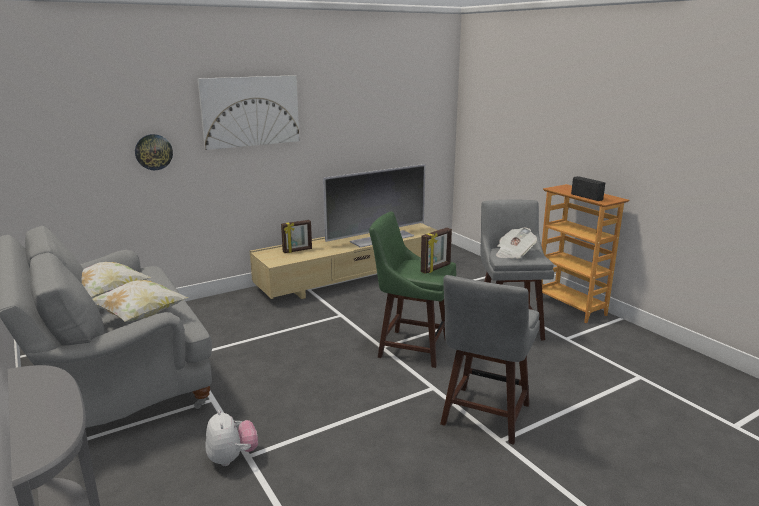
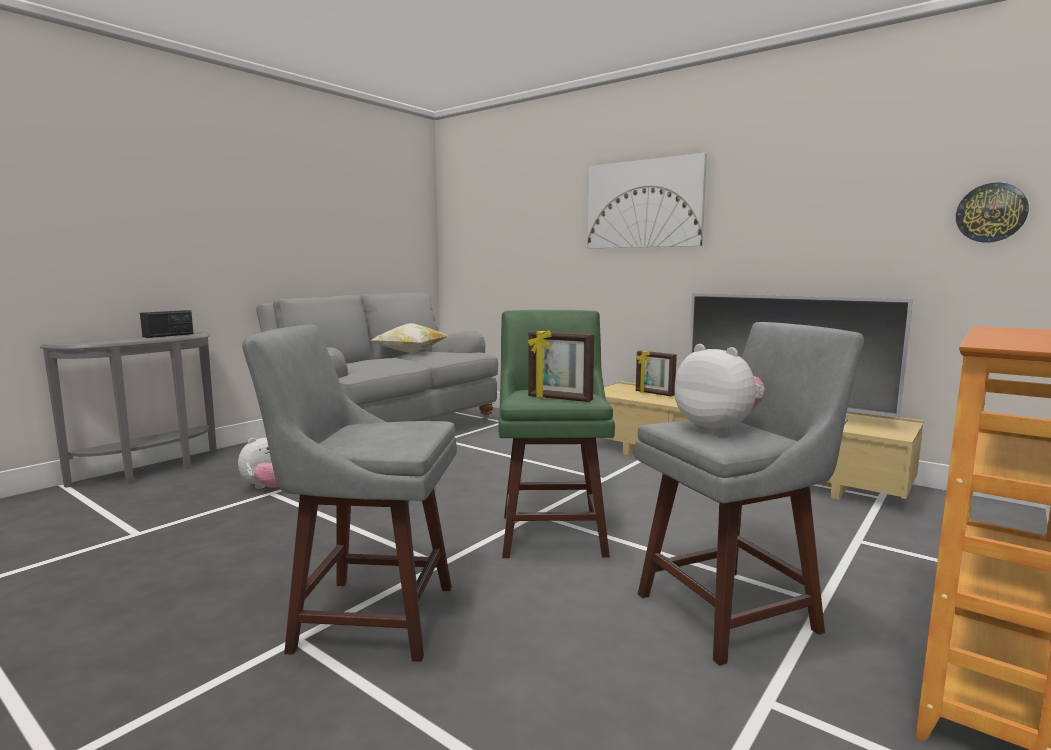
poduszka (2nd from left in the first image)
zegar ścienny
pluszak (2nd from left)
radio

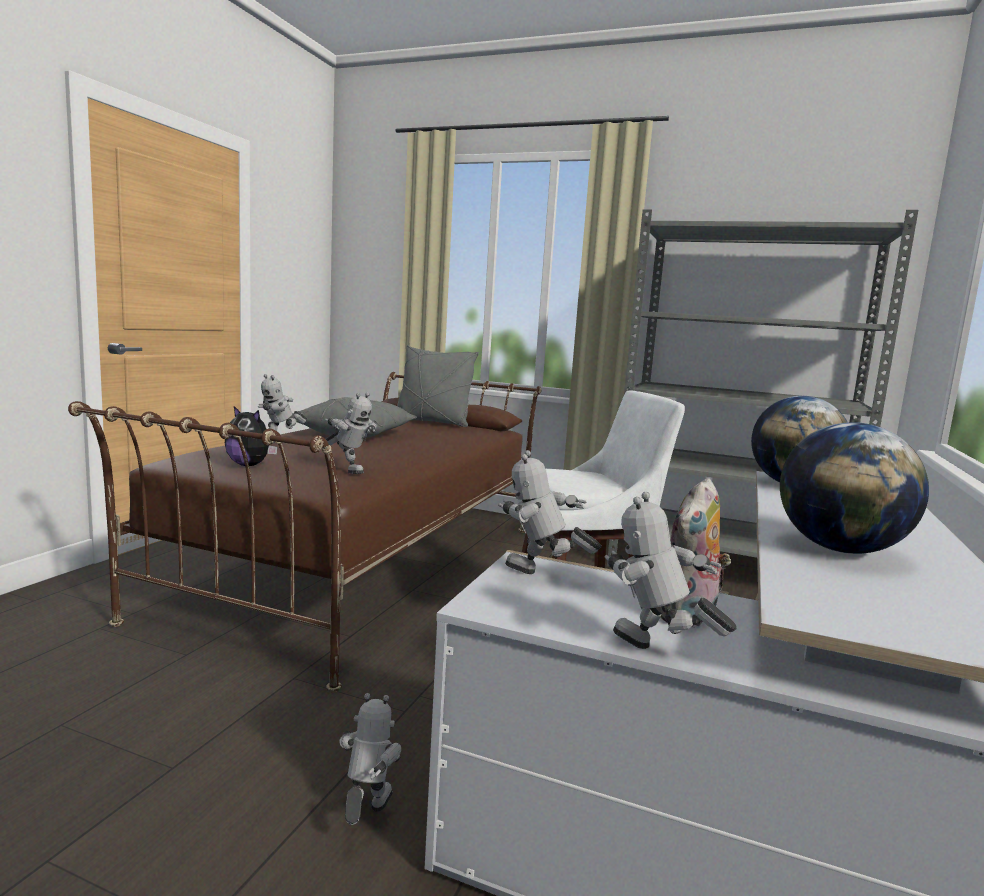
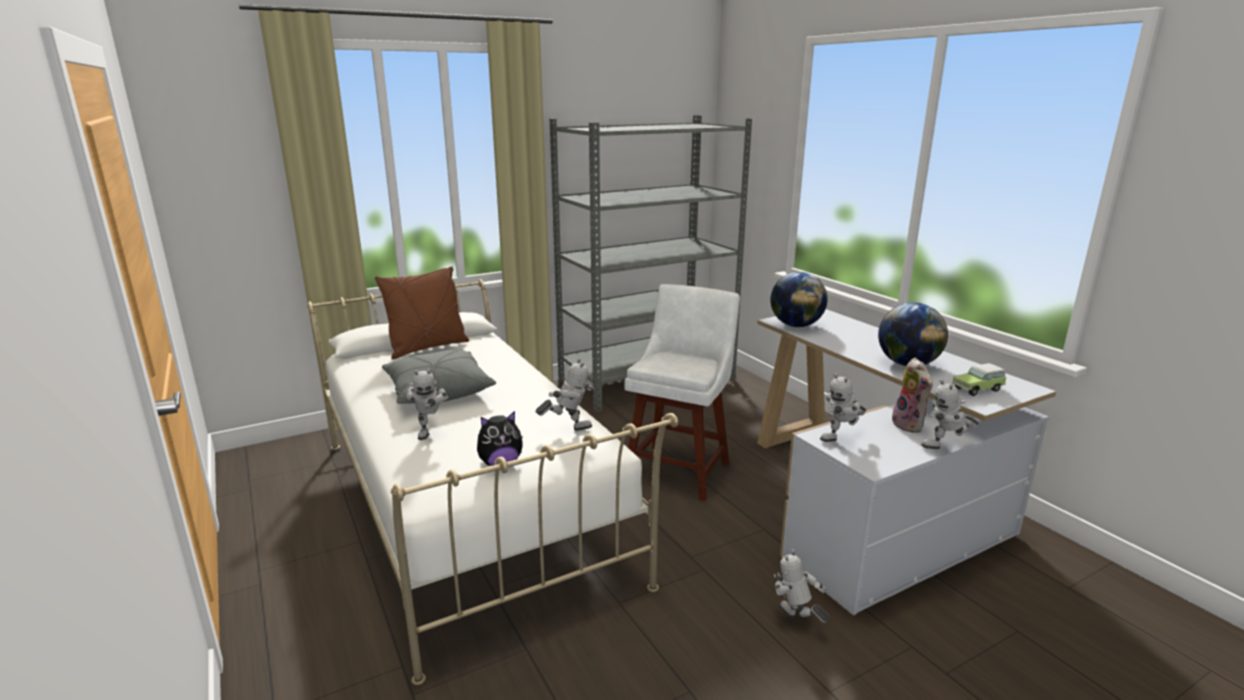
łóżko/biały
poduszka/brązowy
samochodzik

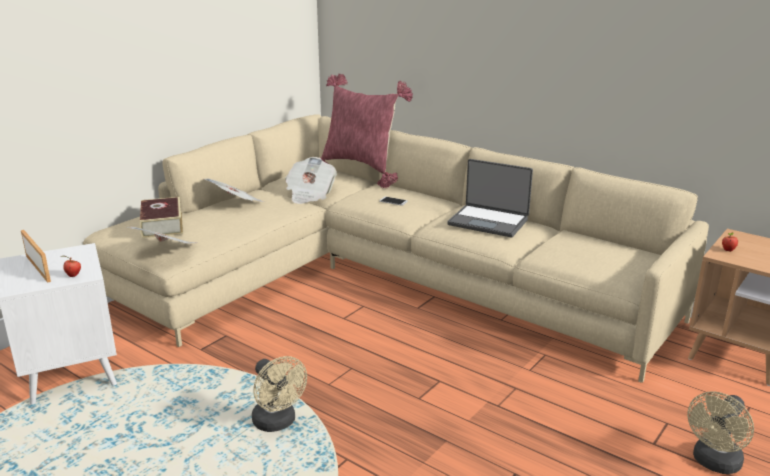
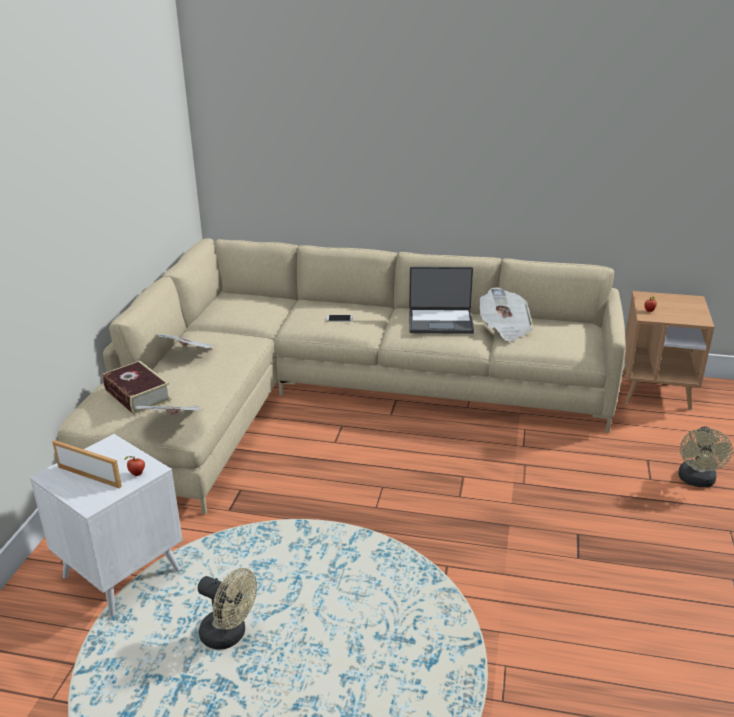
wentylator/beżowy (1st from left)
gazeta (3rd from left)
poduszka/czerwony

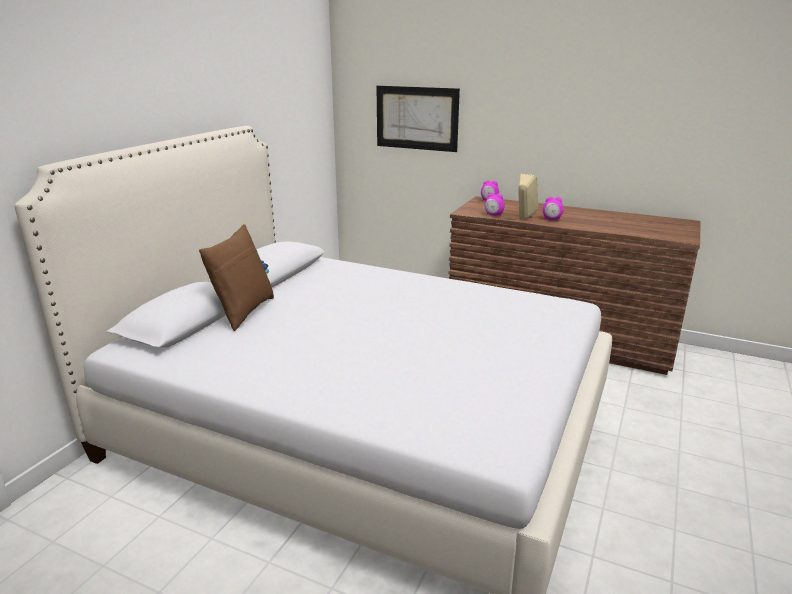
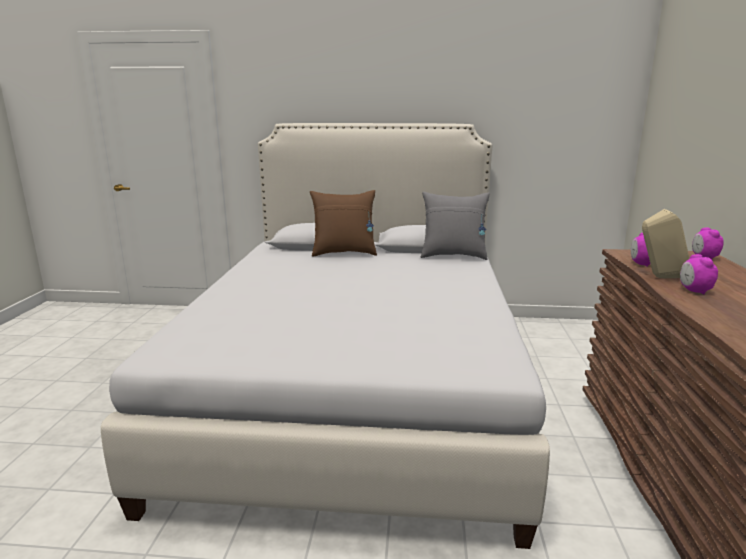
obraz
poduszka/szary

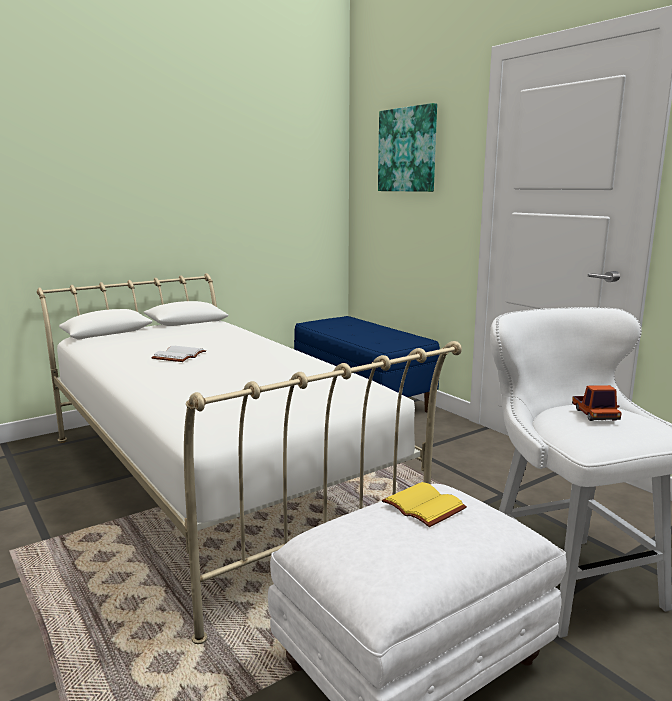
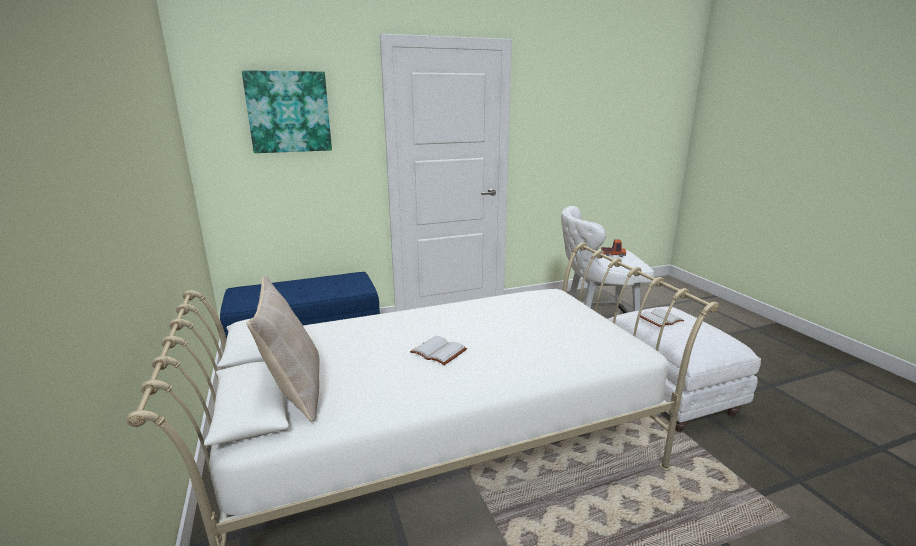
książka/biały (2nd from left)
poduszka/beżowy

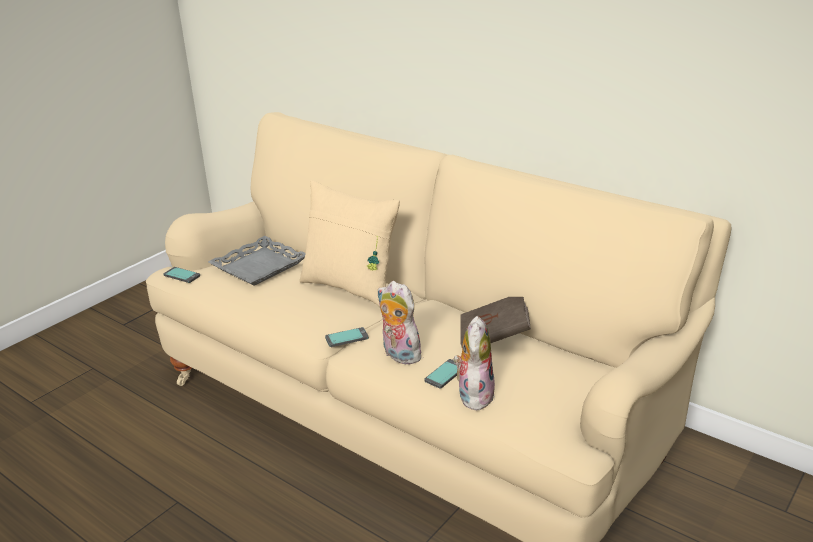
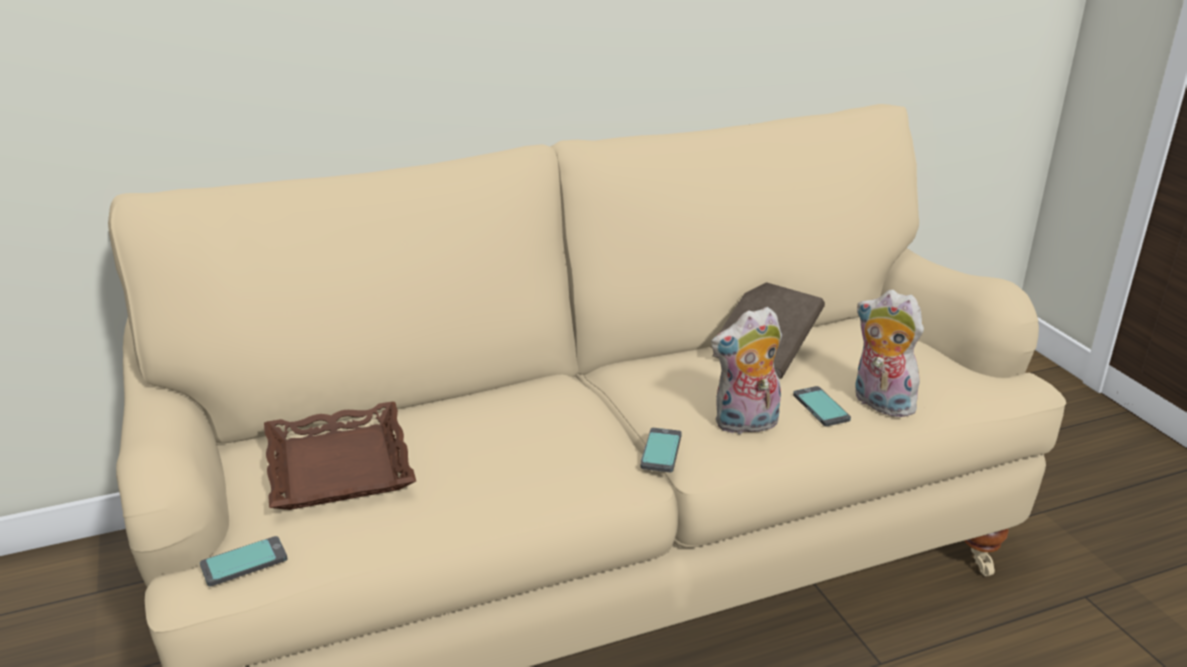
taca/brązowy
poduszka/beżowy

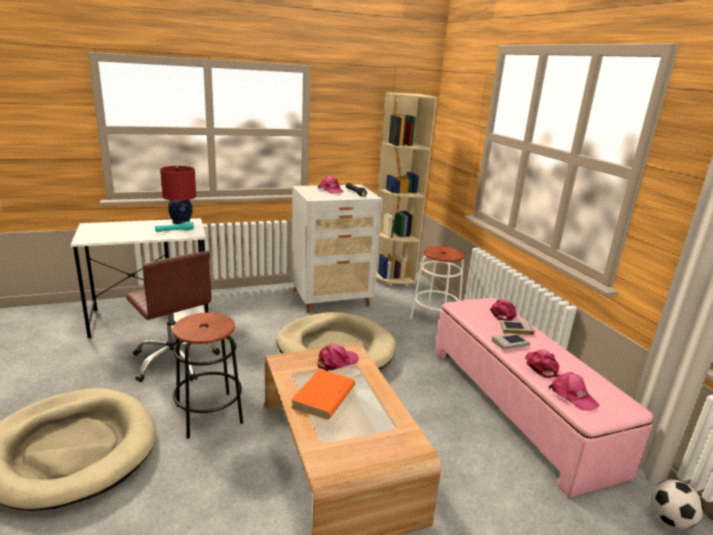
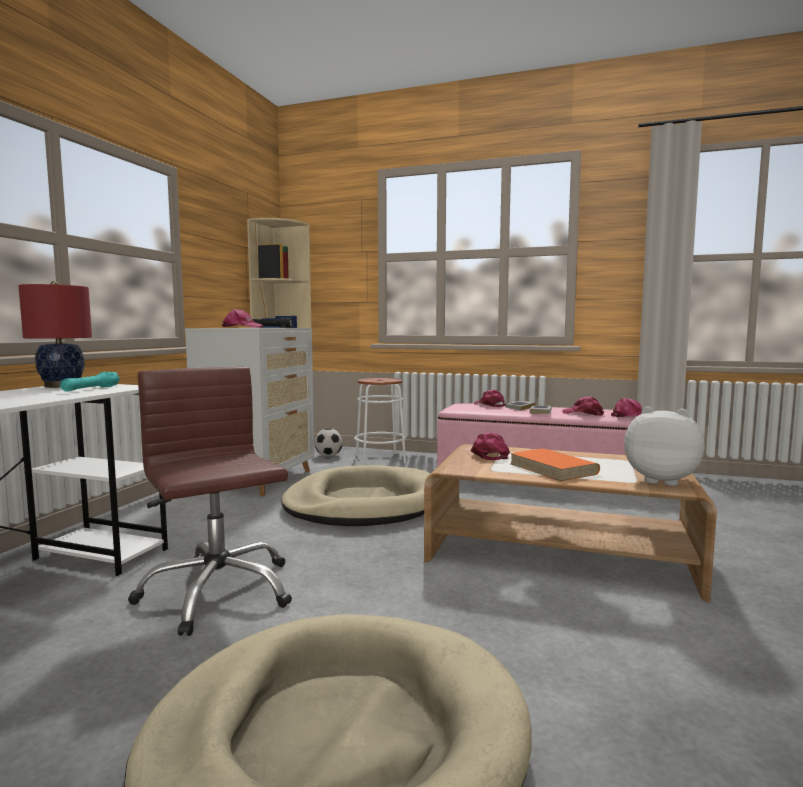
krzesło biurowe/brązowy
stołek/czarny
piłka futbolowa
pluszak

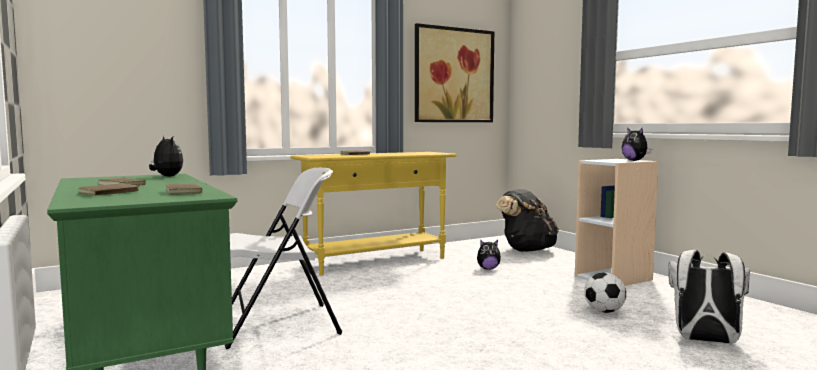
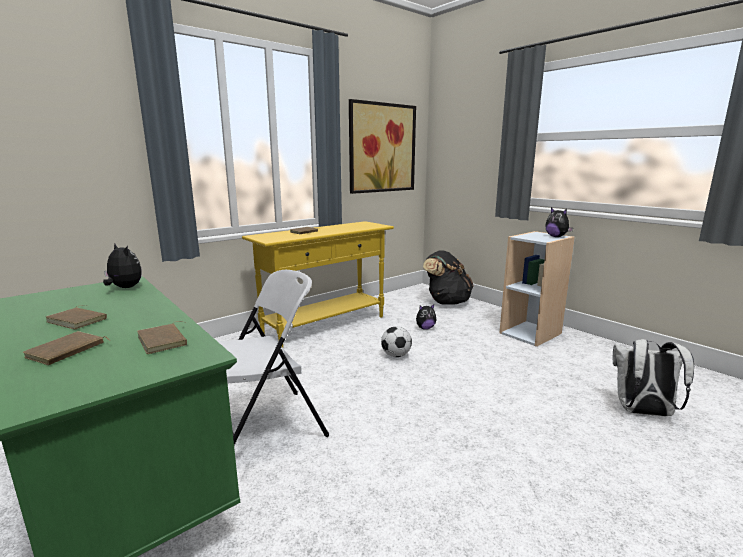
piłka futbolowa

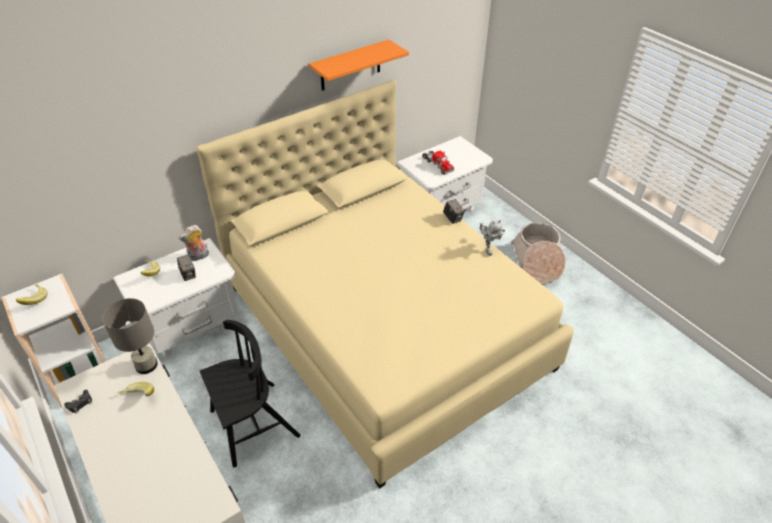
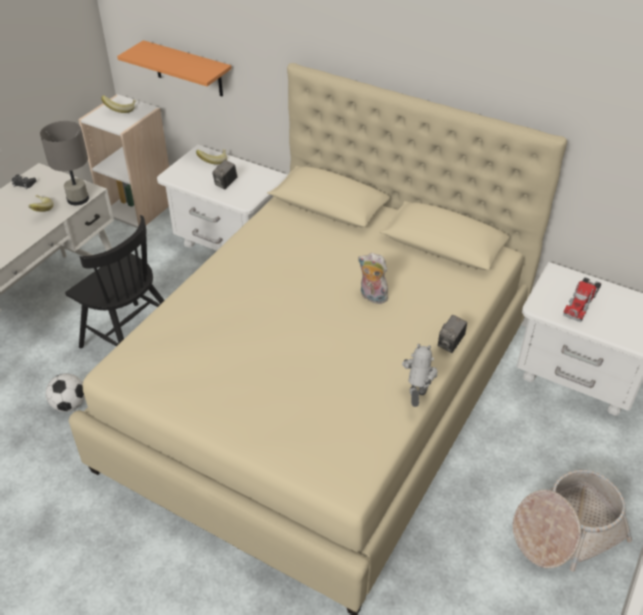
pluszak
półka/pomarańczowy
robot zabawkowy
piłka futbolowa

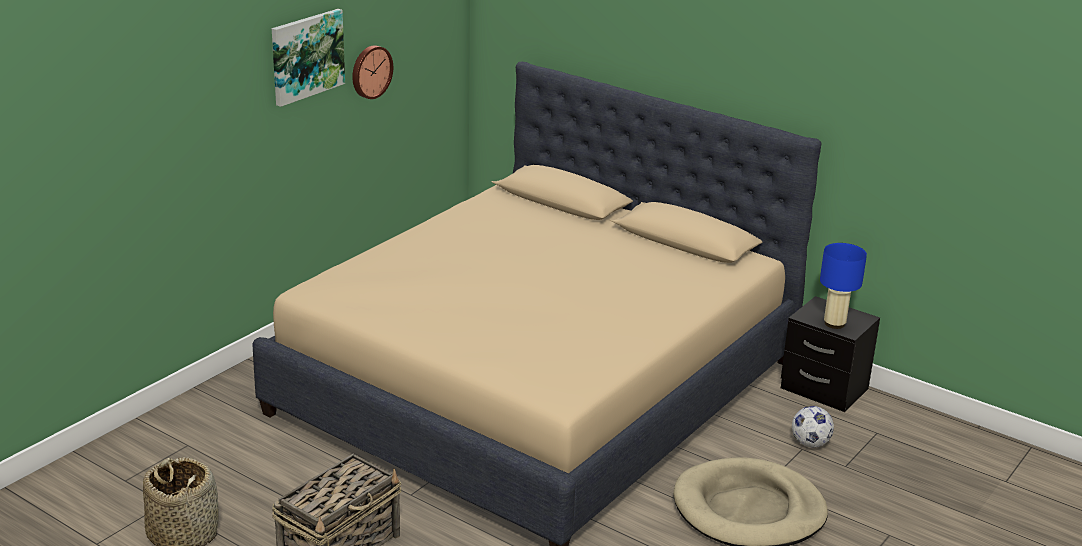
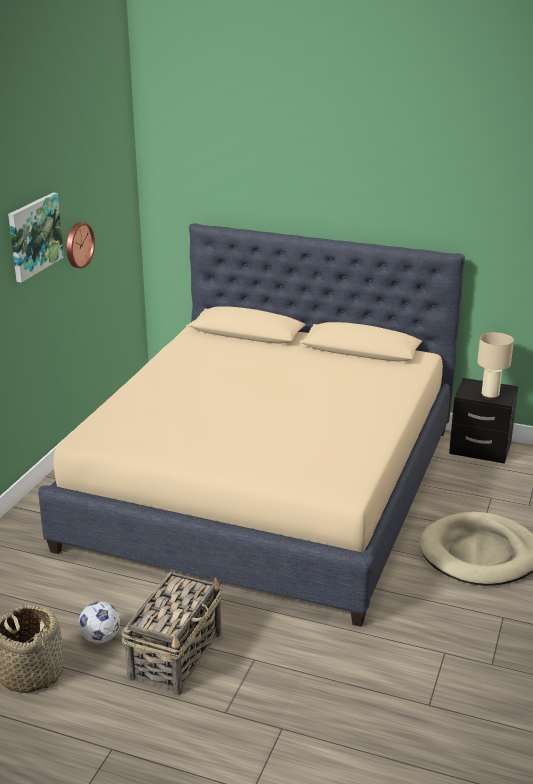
piłka futbolowa
lampa stołowa/beżowy

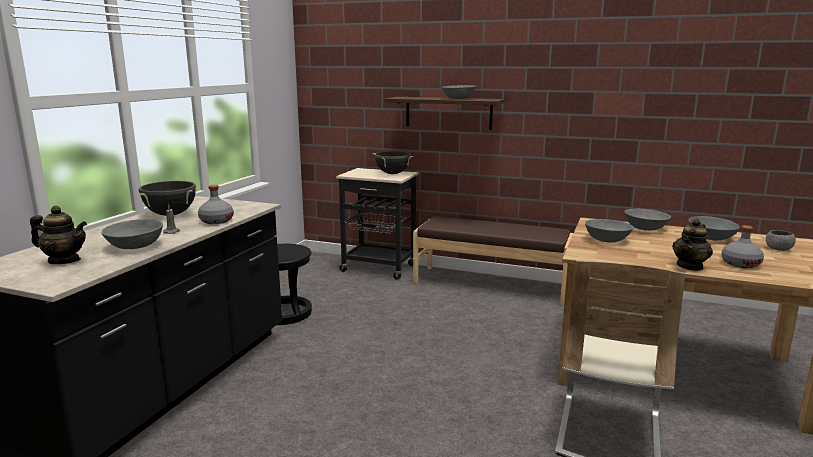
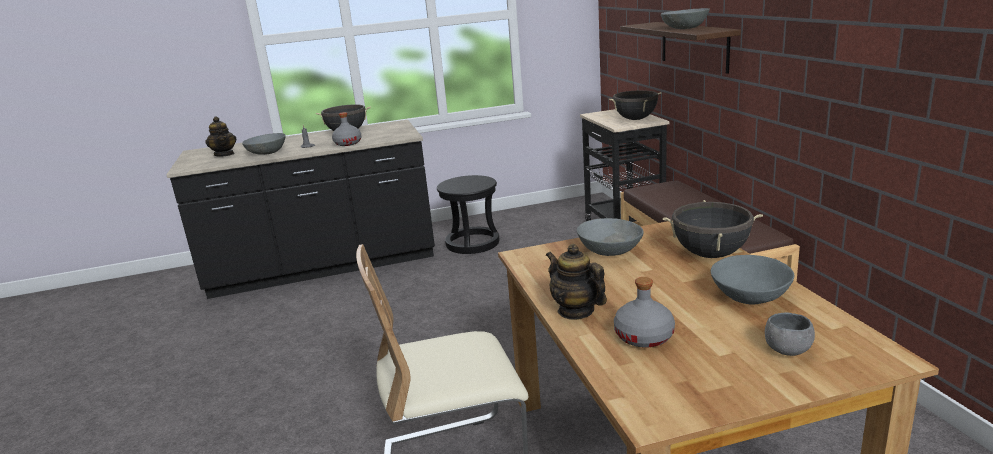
garnek/czarny (3rd from left)
imbryk (2nd from left)

